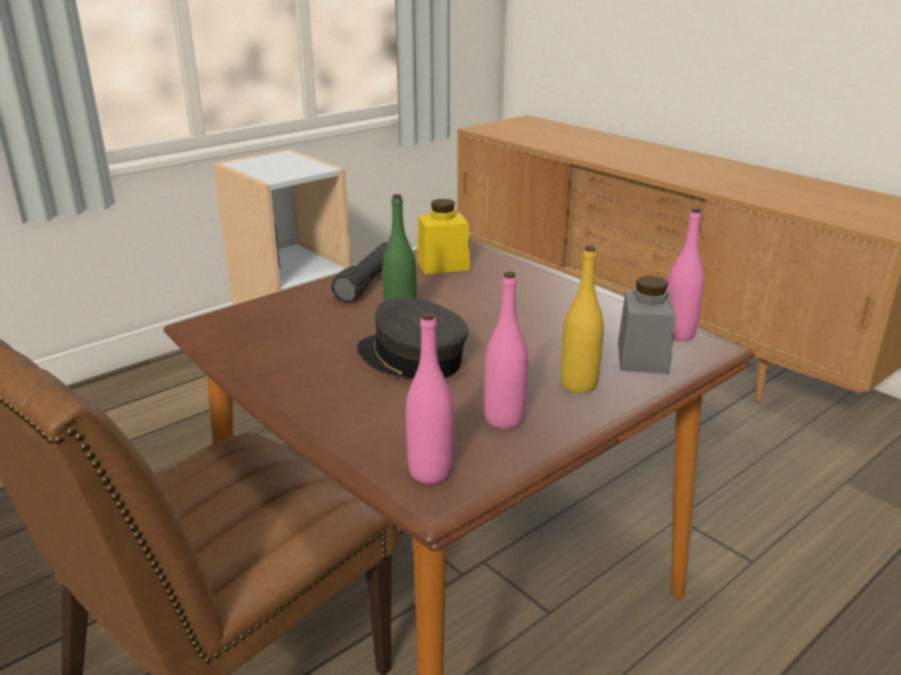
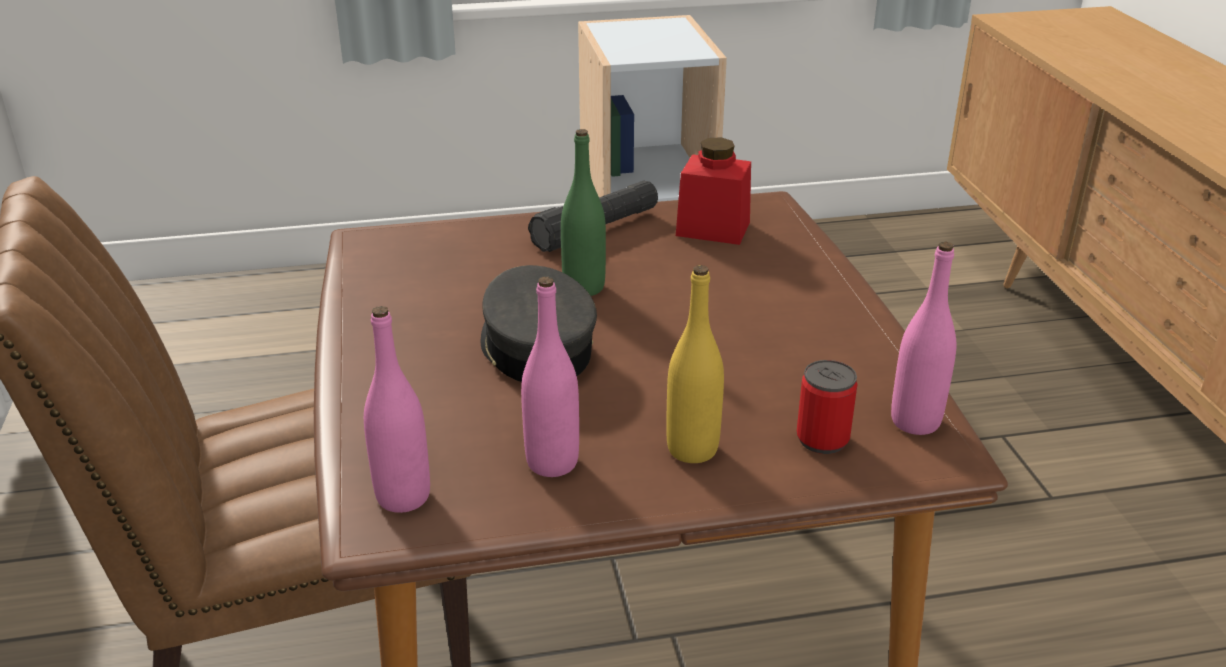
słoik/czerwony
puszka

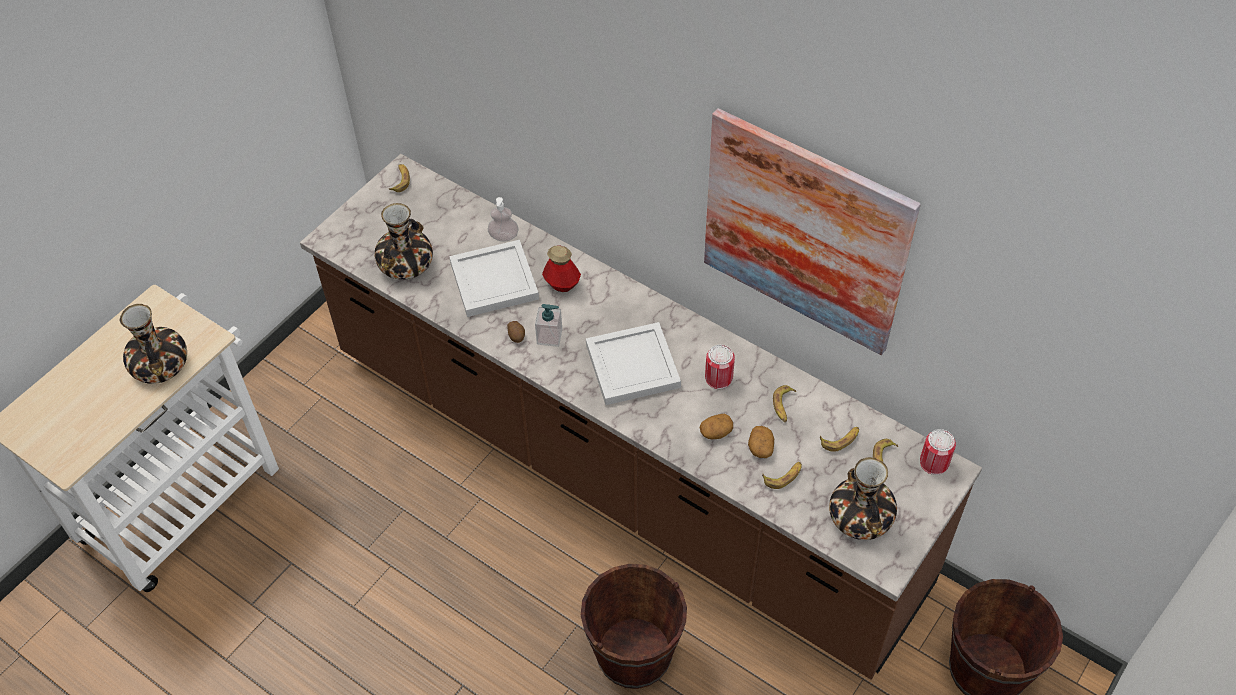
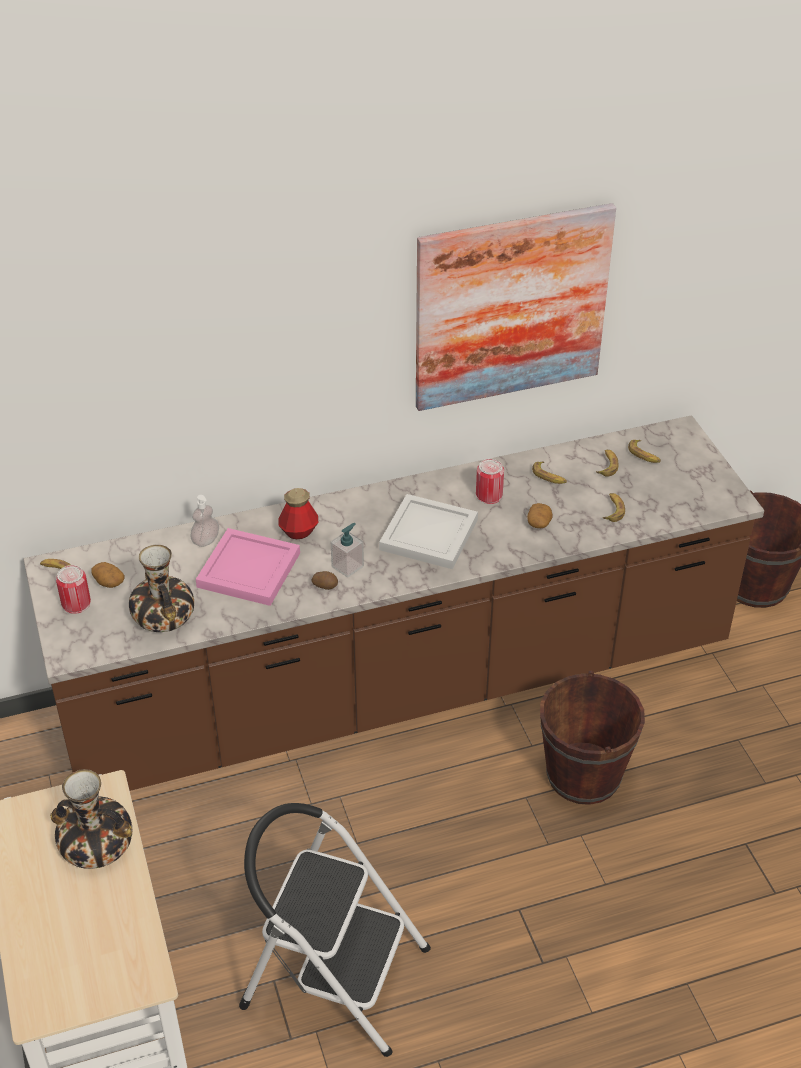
taca/różowy
ziemniak (1st from left)
wazon (3rd from left in the first image)
puszka (1st from left)
drabinka

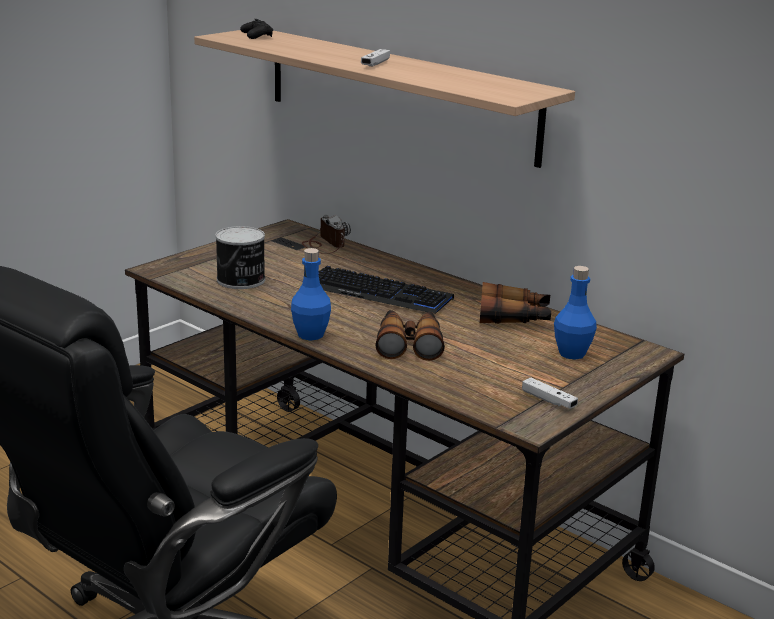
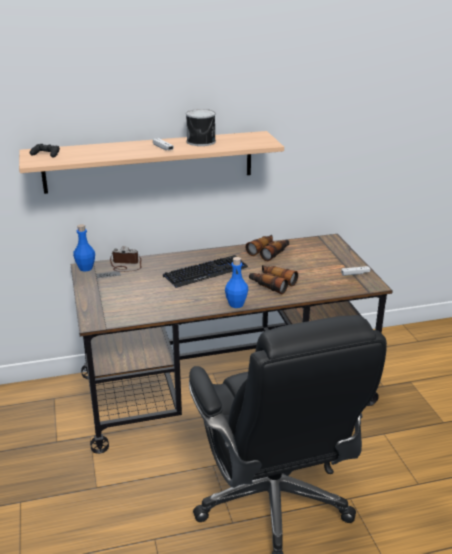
puszka
butelka/niebieski (1st from left)

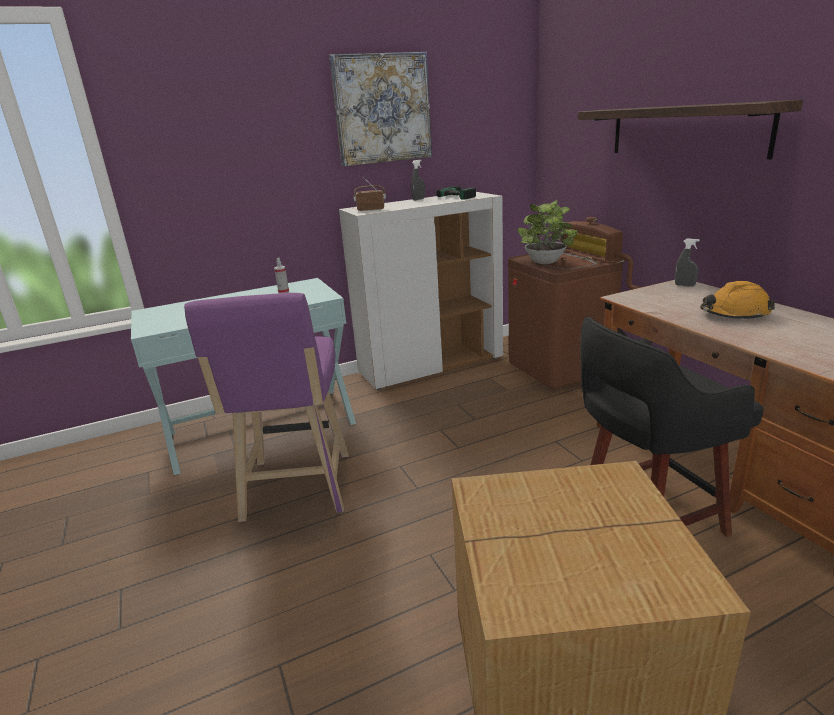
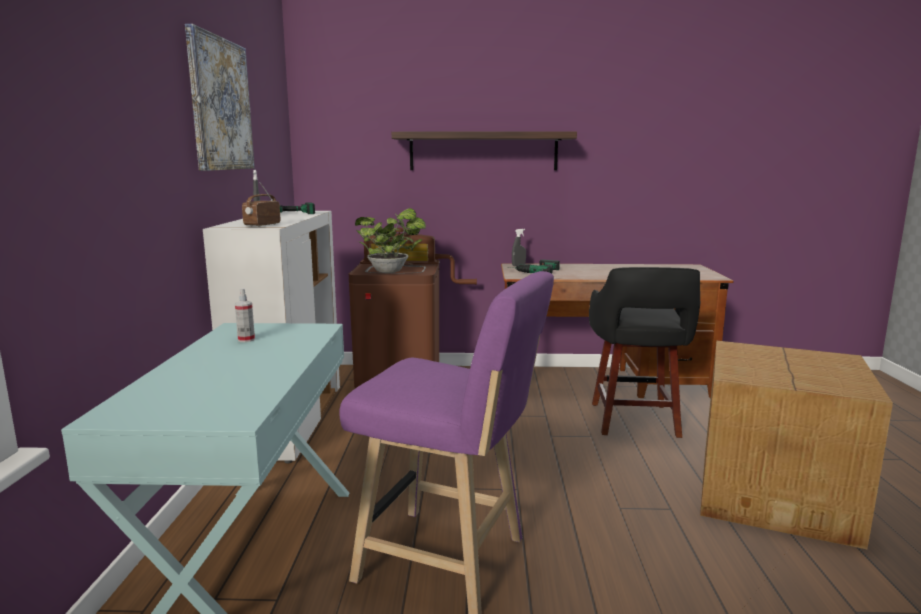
kask/pomarańczowy
wiertarka (2nd from left)

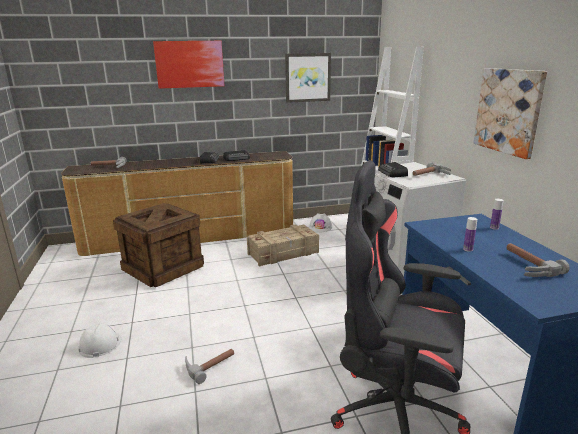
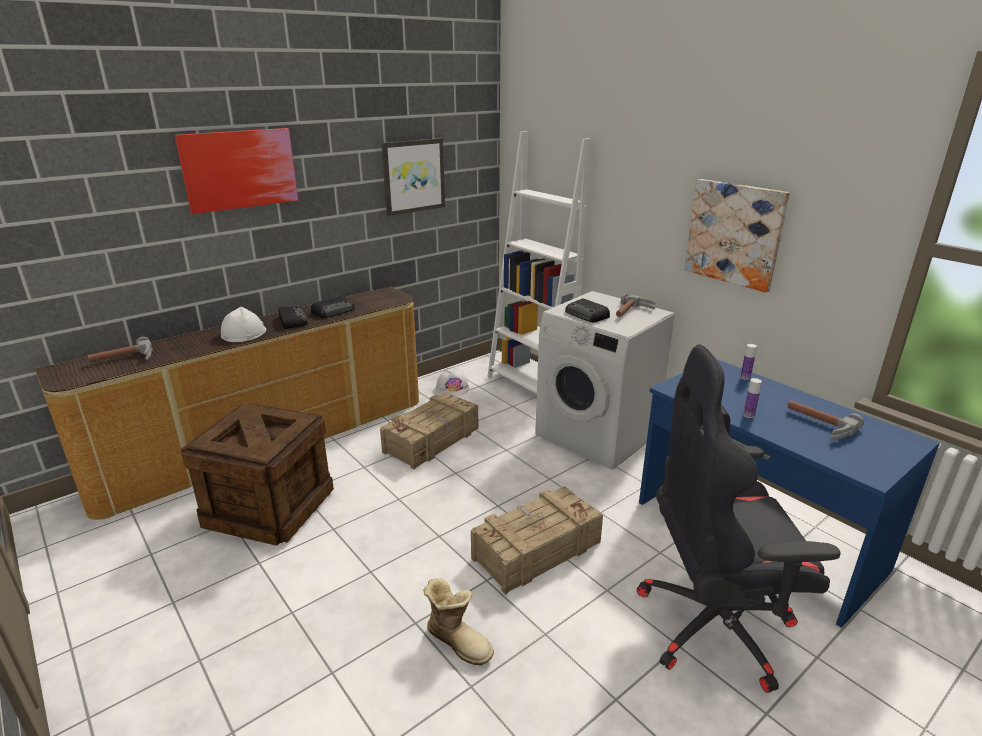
kask/biały (1st from left)
but z cholewką
skrzynka (3rd from left)

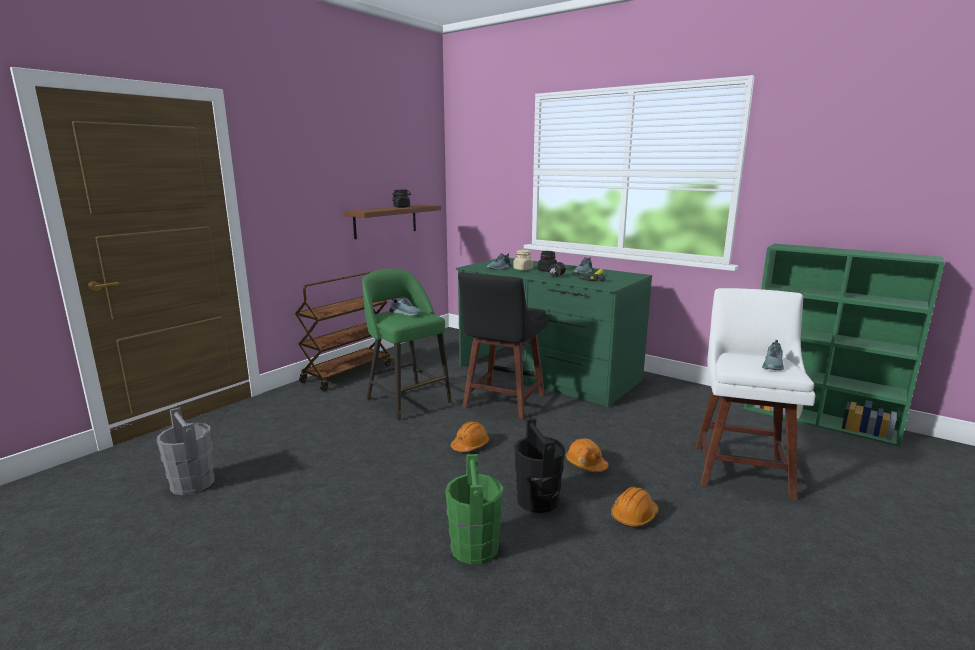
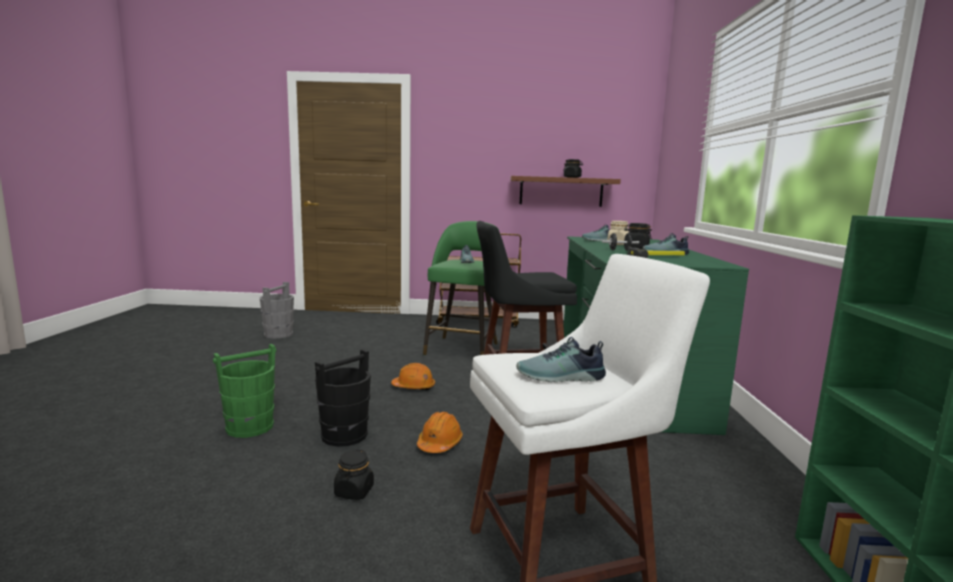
słoik/czarny (1st from left)

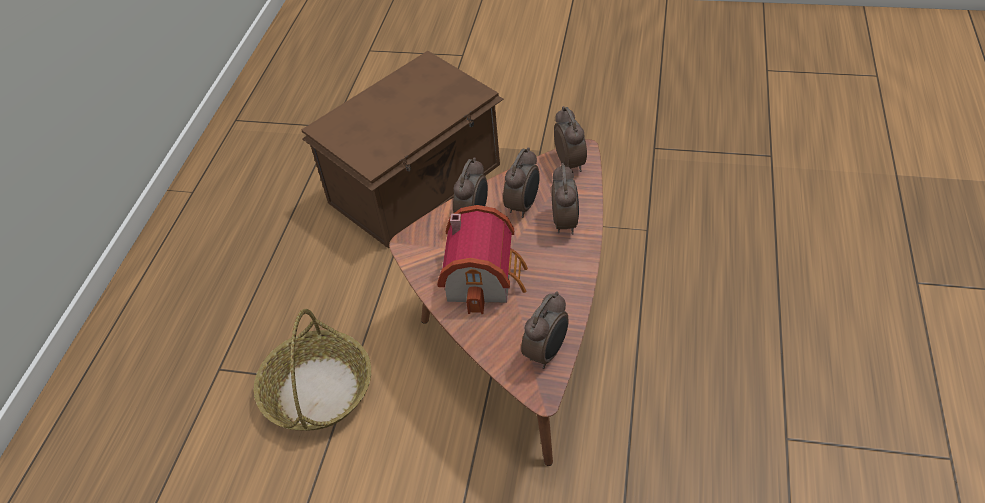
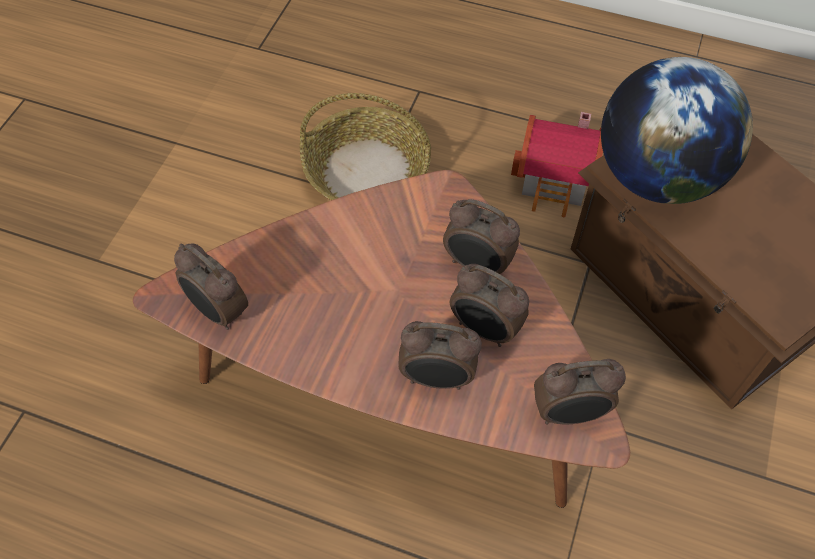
domek
globus

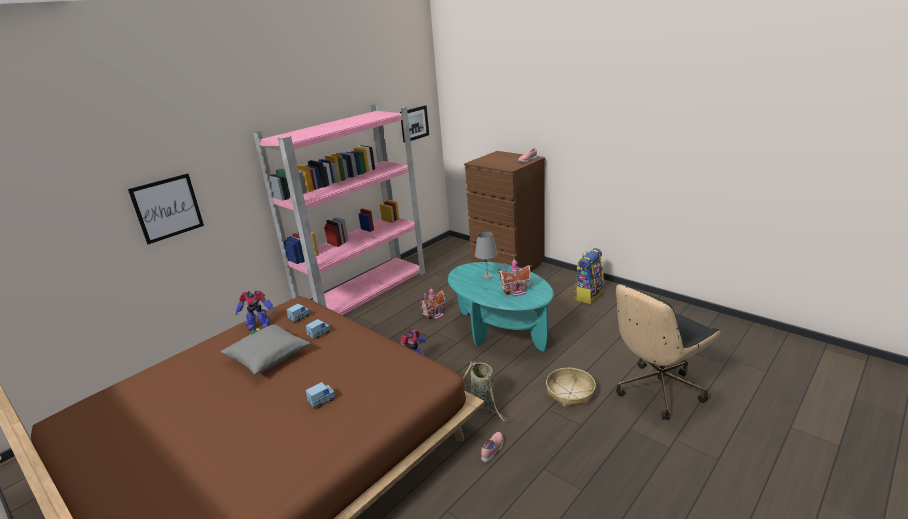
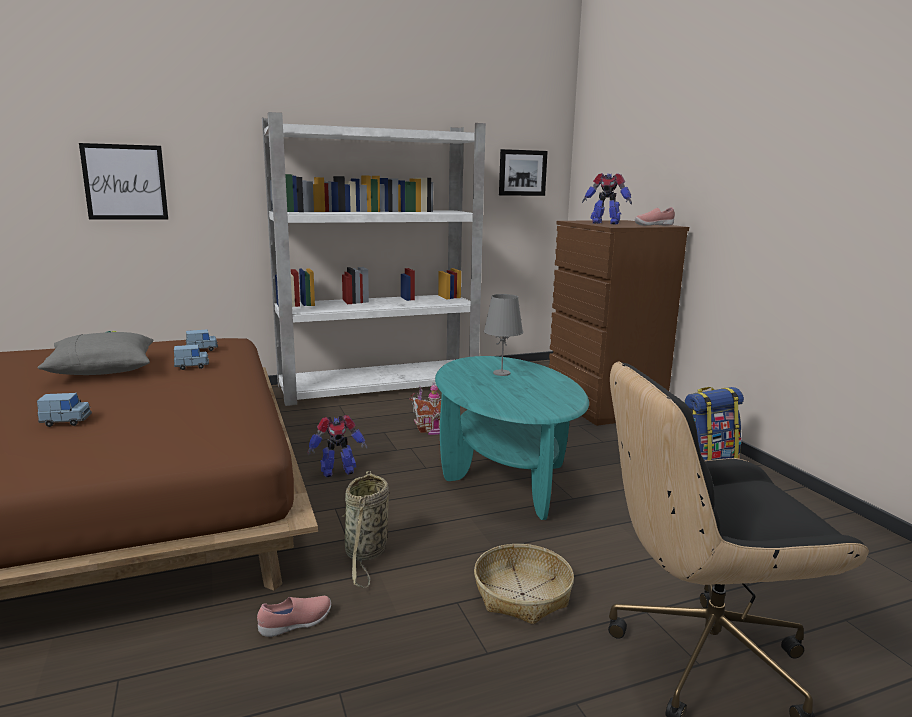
robot zabawkowy (2nd from left)
regał/biały
domek (2nd from left in the first image)

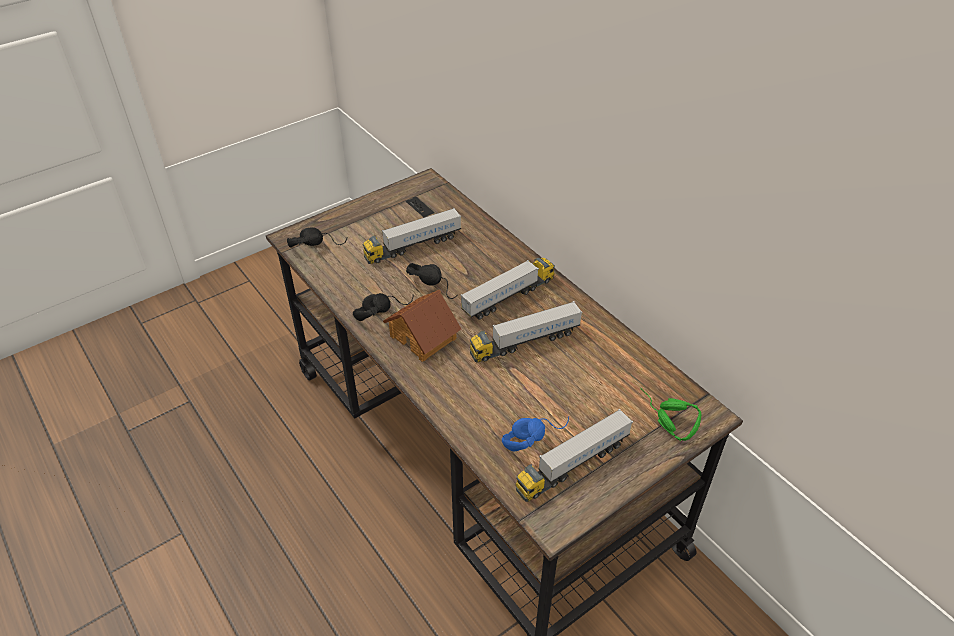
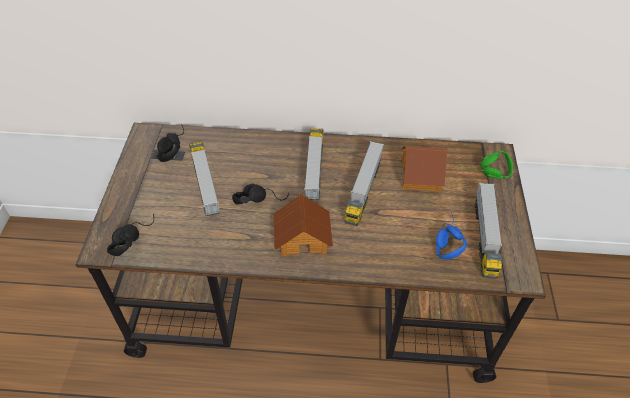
słuchawki/czarny (2nd from left)
ciężarówka zabawkowa (1st from left)
domek (2nd from left)

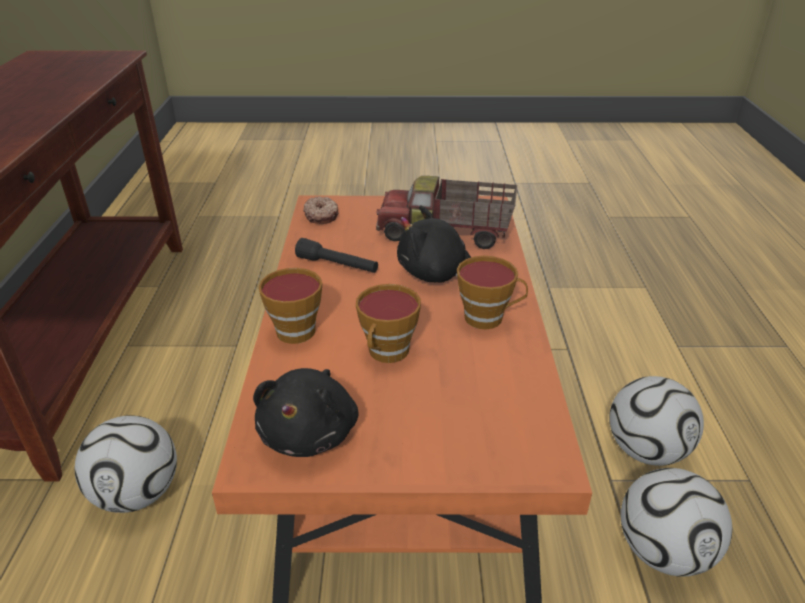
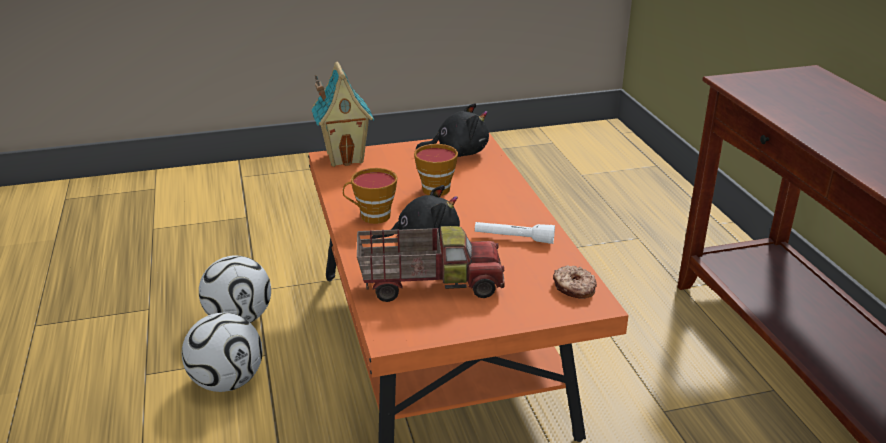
piłka futbolowa (1st from left in the first image)
pluszak/czarny (2nd from left)
filiżanka (1st from left in the first image)
latarka/biały
domek

